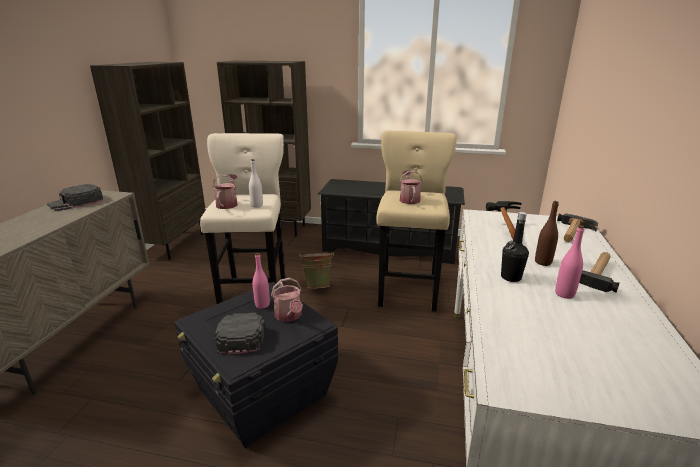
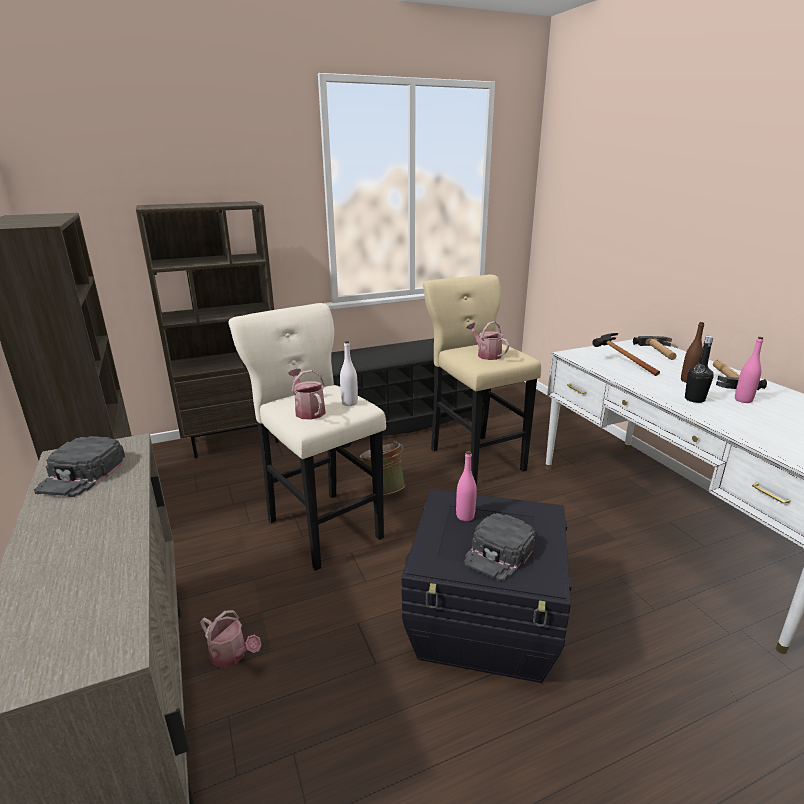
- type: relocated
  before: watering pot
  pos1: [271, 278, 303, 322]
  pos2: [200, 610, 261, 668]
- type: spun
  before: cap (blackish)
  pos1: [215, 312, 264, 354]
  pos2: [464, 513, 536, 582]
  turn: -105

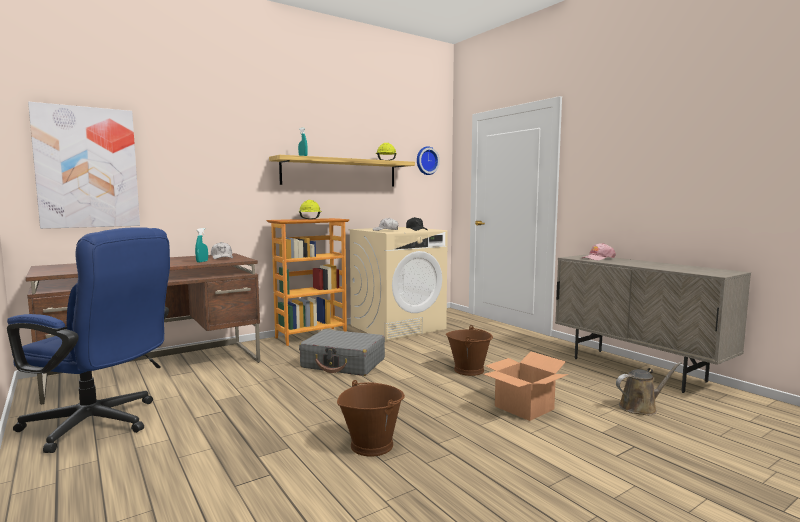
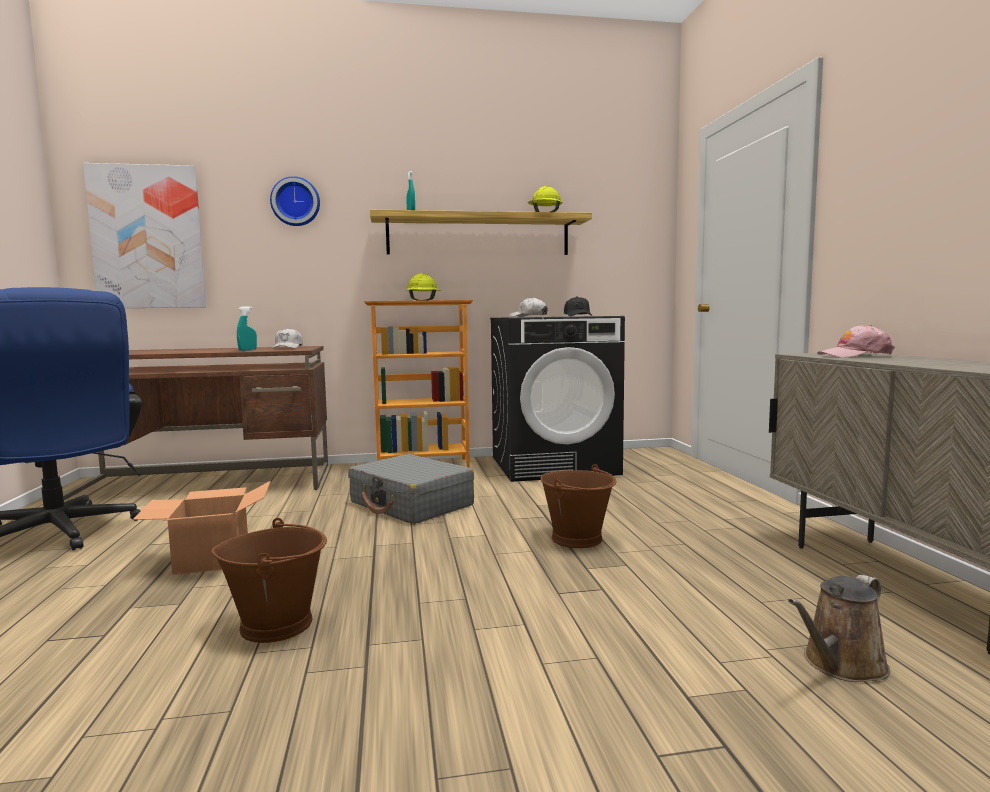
- type: relocated
  before: carton
  pos1: [483, 351, 568, 421]
  pos2: [133, 481, 271, 575]
- type: relocated
  before: hanging clock
  pos1: [417, 146, 440, 175]
  pos2: [270, 176, 320, 226]
- type: colour
  before: washing machine (sand-coloured)
  after: washing machine (blackish)
  pos1: [348, 227, 448, 341]
  pos2: [490, 316, 625, 482]
- type: spun
  before: watering pot (brownish)
  pos1: [616, 362, 682, 415]
  pos2: [788, 575, 890, 682]
  turn: 135

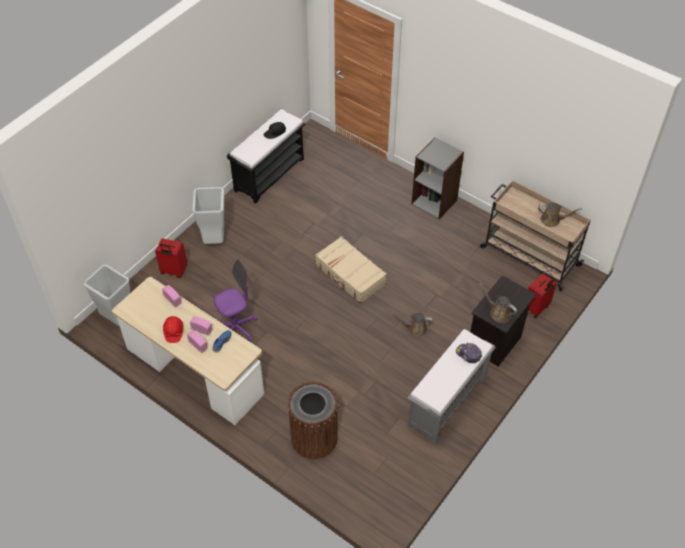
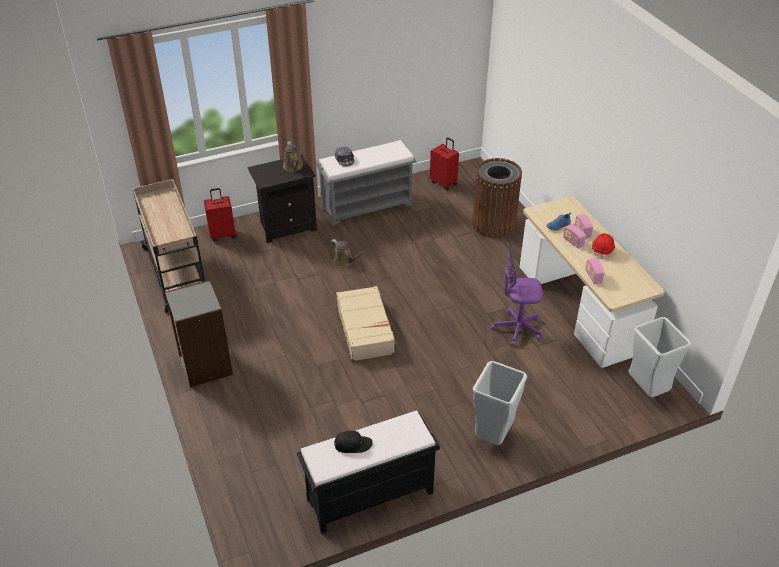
- type: relocated
  before: suitcase (red-coloured)
  pos1: [155, 238, 187, 278]
  pos2: [430, 137, 459, 190]
- type: missing
  before: watering pot (brownish)
  pos1: [538, 203, 583, 227]

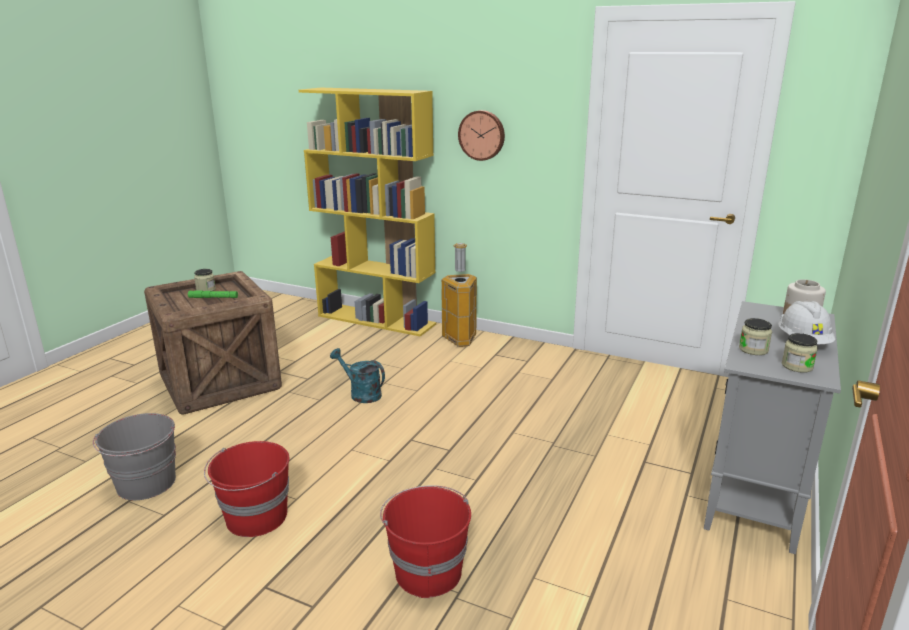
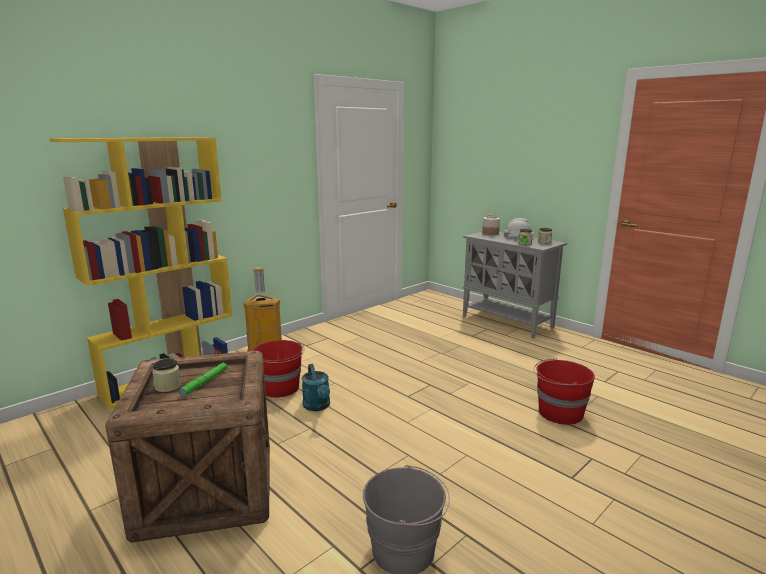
- type: relocated
  before: water bucket (red-coloured)
  pos1: [204, 441, 290, 537]
  pos2: [252, 340, 305, 398]
- type: spun
  before: watering pot (turquoise-coloured)
  pos1: [330, 348, 385, 403]
  pos2: [302, 364, 330, 411]
  turn: -75
- type: missing
  before: hanging clock
  pos1: [458, 110, 505, 161]

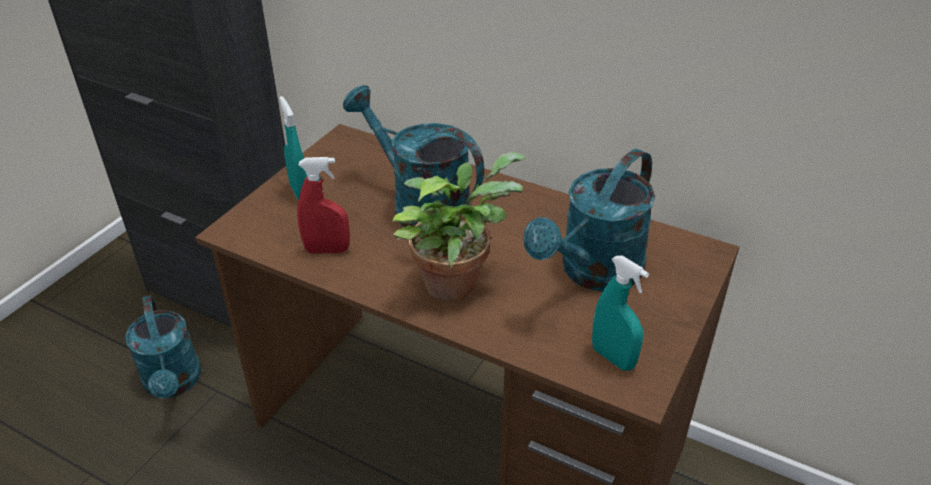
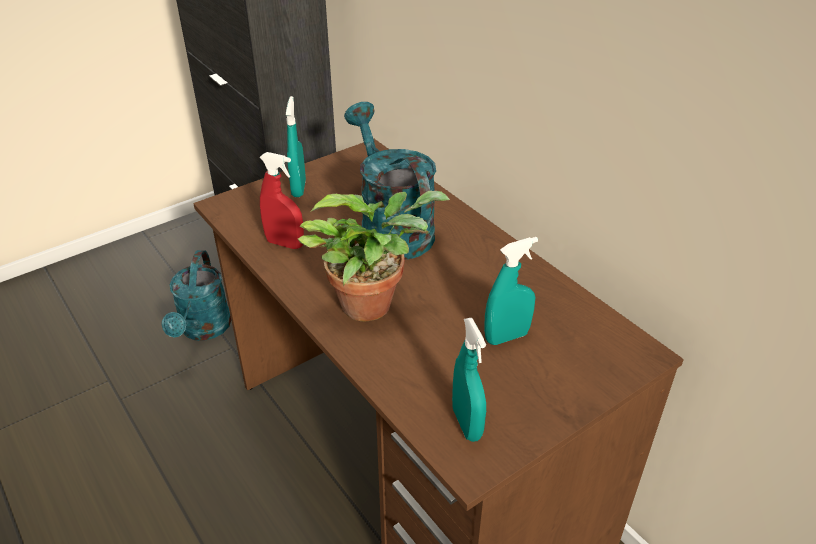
- type: exchanged
  before: watering pot (turquoise-coloured)
  after: sprayer (turquoise-coloured)
  pos1: [523, 149, 655, 292]
  pos2: [484, 237, 538, 345]

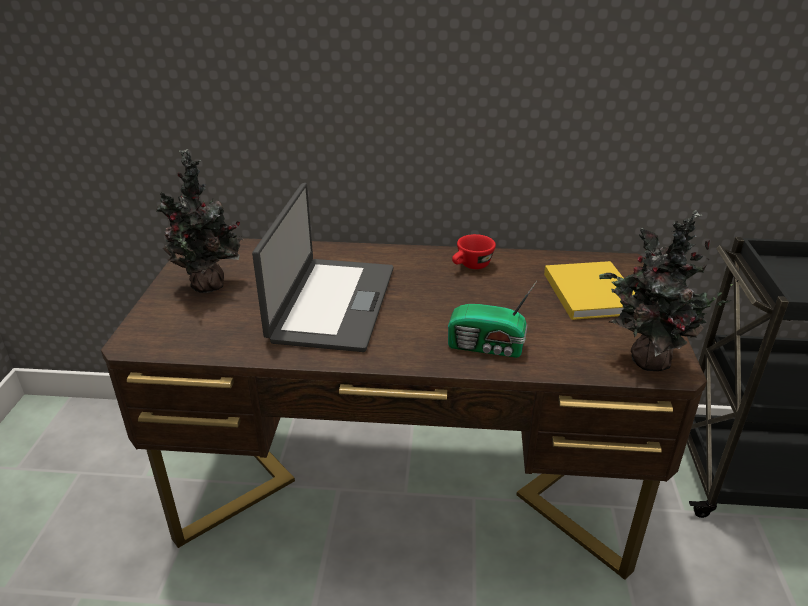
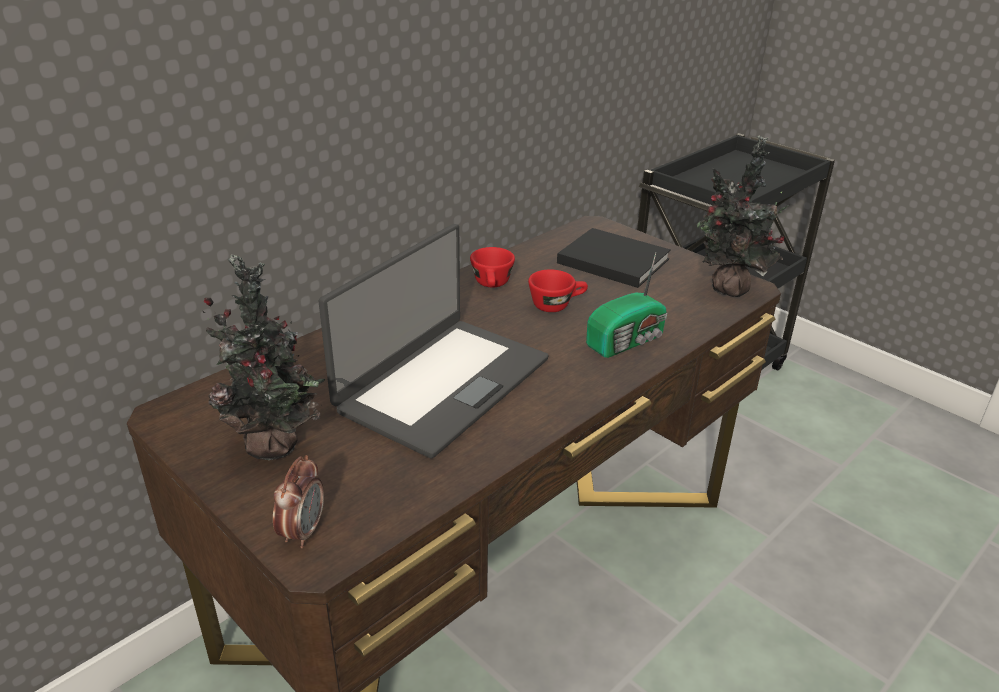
- type: appeared
  after: table clock
  pos2: [273, 455, 324, 548]
- type: spun
  before: portable computer
  pos1: [252, 183, 393, 352]
  pos2: [319, 224, 548, 459]
  turn: 75
- type: appeared
  after: cup (red-coloured)
  pos2: [528, 269, 588, 312]
- type: colour
  before: book (yellow)
  after: book (blackish)
  pos1: [544, 261, 635, 320]
  pos2: [557, 228, 671, 288]

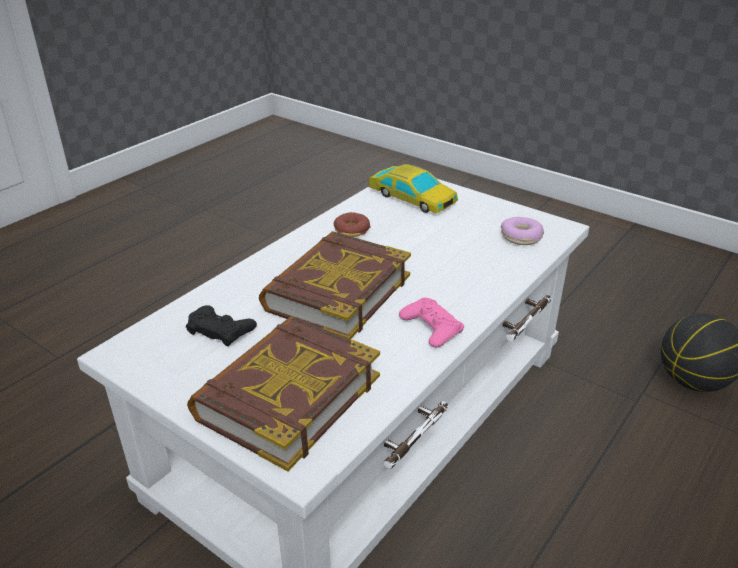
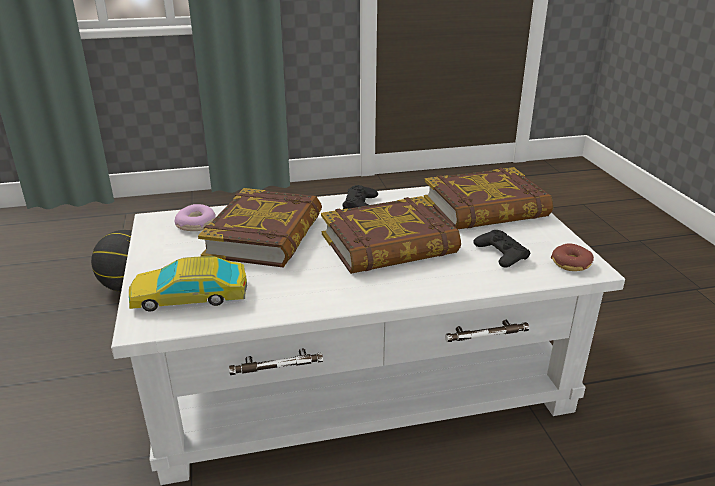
- type: spun
  before: model car
  pos1: [368, 164, 458, 213]
  pos2: [129, 256, 247, 312]
  turn: -90
- type: appeared
  after: book
  pos2: [198, 188, 322, 268]
- type: colour
  before: gamepad (pink-coloured)
  after: gamepad (blackish)
  pos1: [399, 298, 464, 348]
  pos2: [343, 185, 378, 209]
- type: relocated
  before: donut
  pos1: [334, 212, 370, 237]
  pos2: [551, 243, 594, 271]

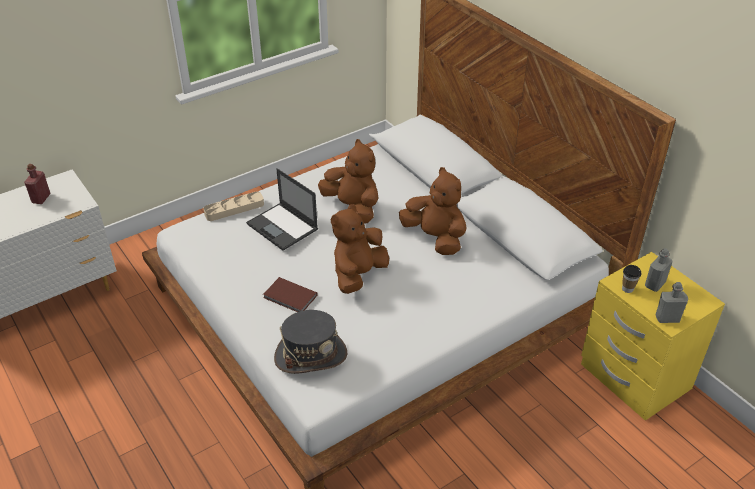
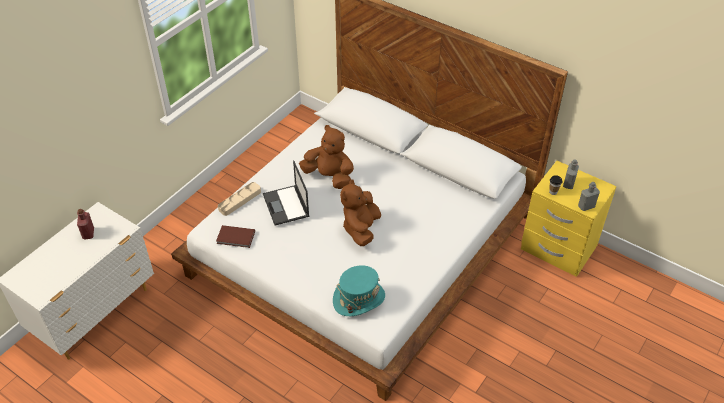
- type: relocated
  before: book (brownish)
  pos1: [263, 277, 317, 312]
  pos2: [216, 225, 255, 248]
- type: spun
  before: portable computer
  pos1: [246, 168, 318, 251]
  pos2: [263, 160, 310, 225]
  turn: 45
- type: colour
  before: hat (gray)
  after: hat (turquoise-coloured)
  pos1: [274, 310, 347, 374]
  pos2: [333, 265, 385, 316]
- type: missing
  before: soft toy (brownish)
  pos1: [399, 167, 466, 255]

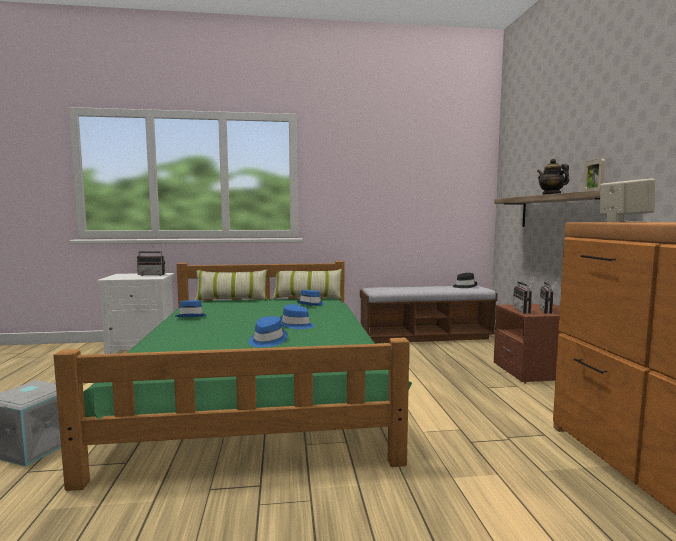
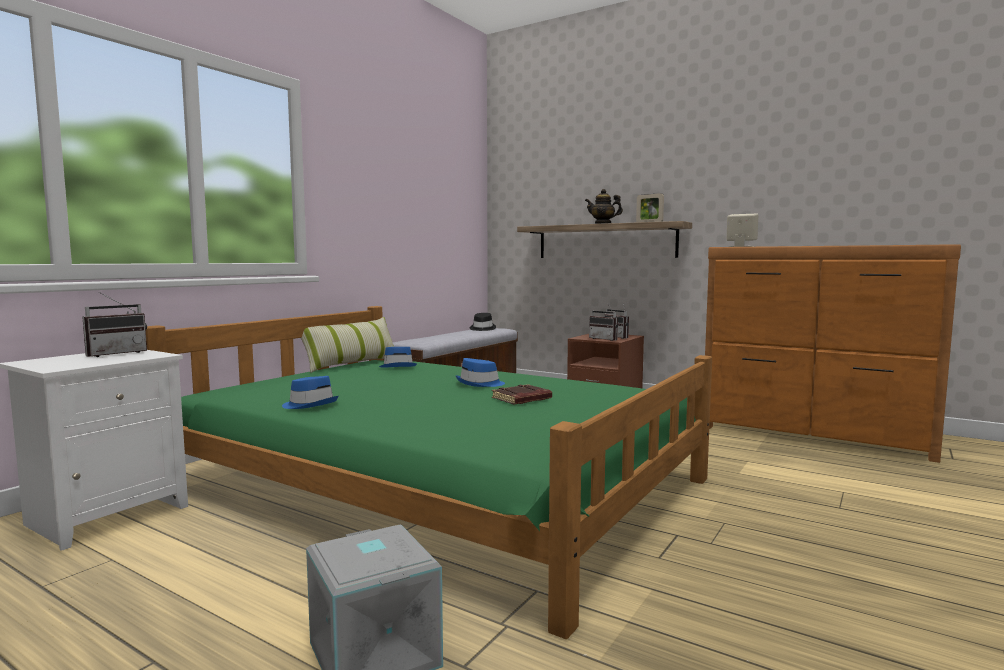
- type: exchanged
  before: hat (blue-coloured)
  after: book (brownish)
  pos1: [249, 316, 288, 347]
  pos2: [492, 384, 552, 405]
- type: missing
  before: cushion
  pos1: [195, 269, 267, 301]

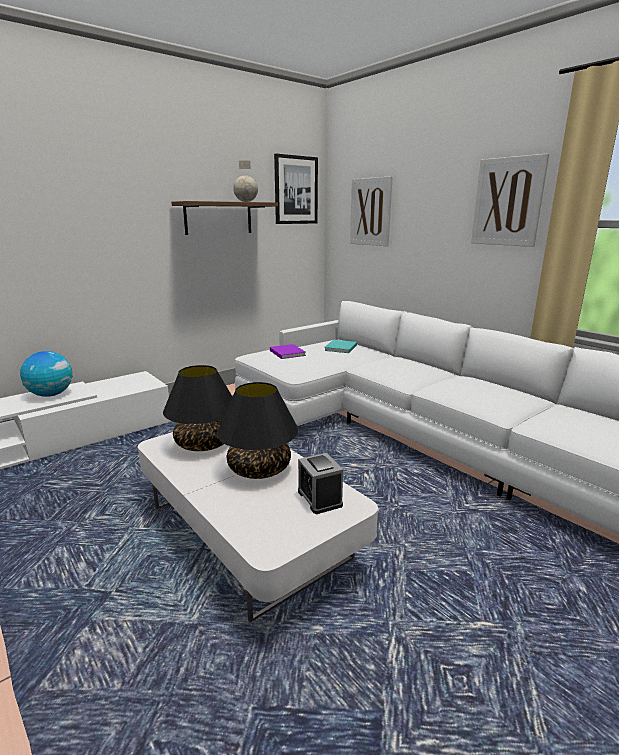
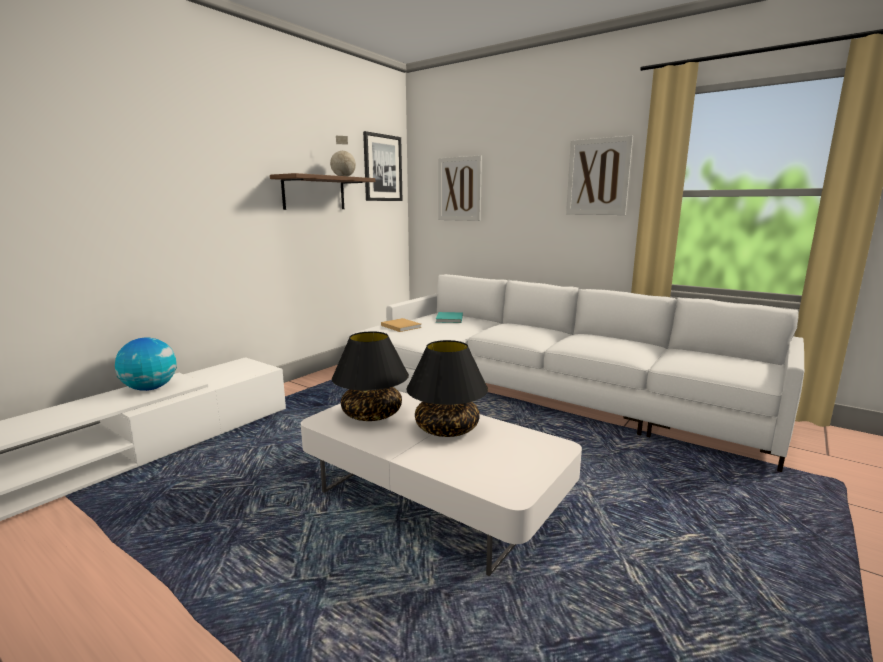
- type: colour
  before: book (purple-coloured)
  after: book (sand-coloured)
  pos1: [270, 344, 306, 359]
  pos2: [381, 318, 422, 332]
- type: missing
  before: table clock
  pos1: [298, 453, 343, 514]

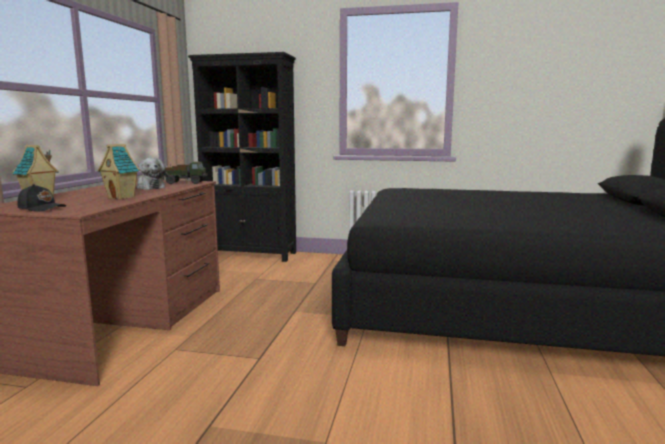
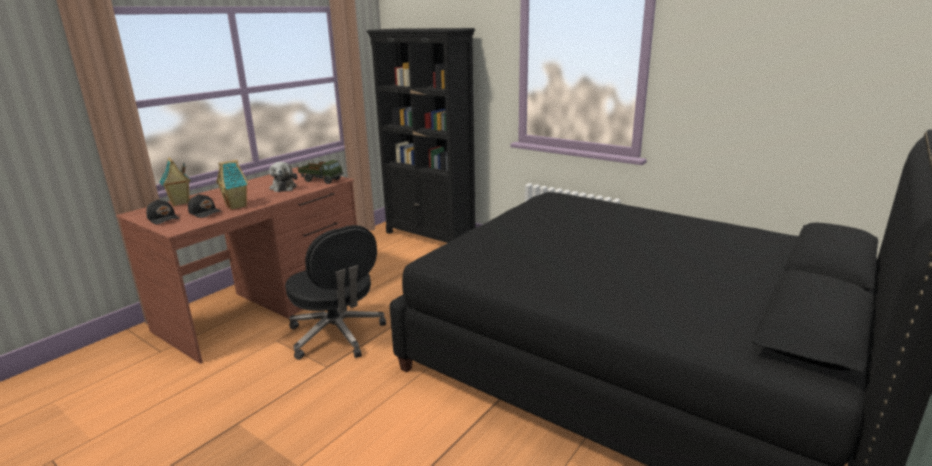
- type: appeared
  after: cap (blackish)
  pos2: [188, 194, 222, 218]
- type: appeared
  after: desk chair (blackish)
  pos2: [285, 225, 386, 360]

